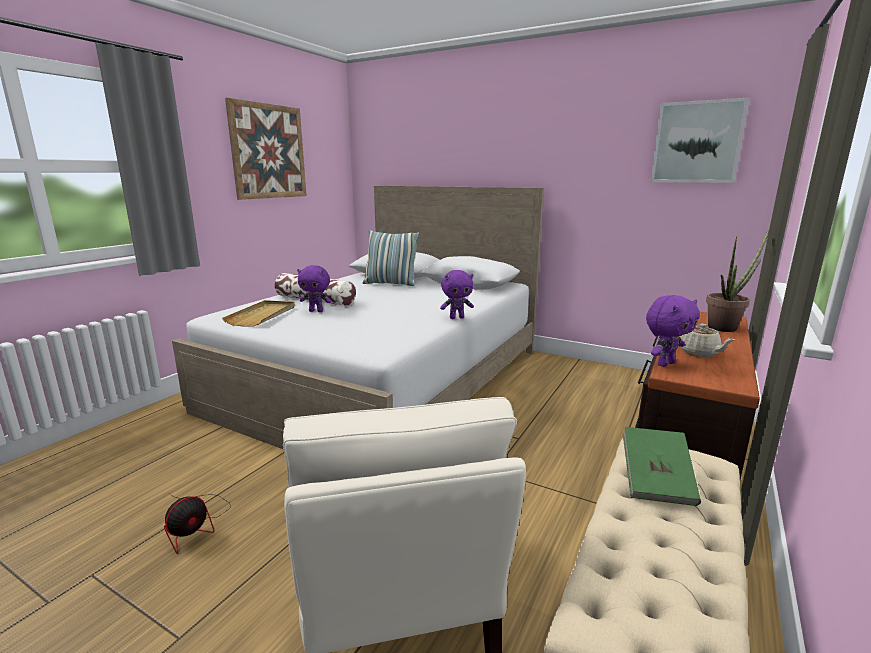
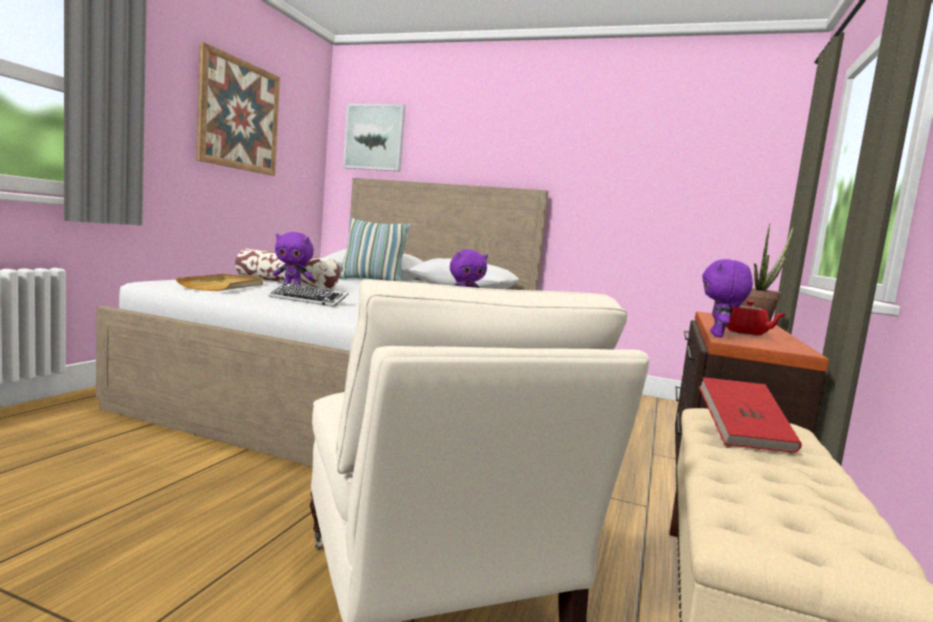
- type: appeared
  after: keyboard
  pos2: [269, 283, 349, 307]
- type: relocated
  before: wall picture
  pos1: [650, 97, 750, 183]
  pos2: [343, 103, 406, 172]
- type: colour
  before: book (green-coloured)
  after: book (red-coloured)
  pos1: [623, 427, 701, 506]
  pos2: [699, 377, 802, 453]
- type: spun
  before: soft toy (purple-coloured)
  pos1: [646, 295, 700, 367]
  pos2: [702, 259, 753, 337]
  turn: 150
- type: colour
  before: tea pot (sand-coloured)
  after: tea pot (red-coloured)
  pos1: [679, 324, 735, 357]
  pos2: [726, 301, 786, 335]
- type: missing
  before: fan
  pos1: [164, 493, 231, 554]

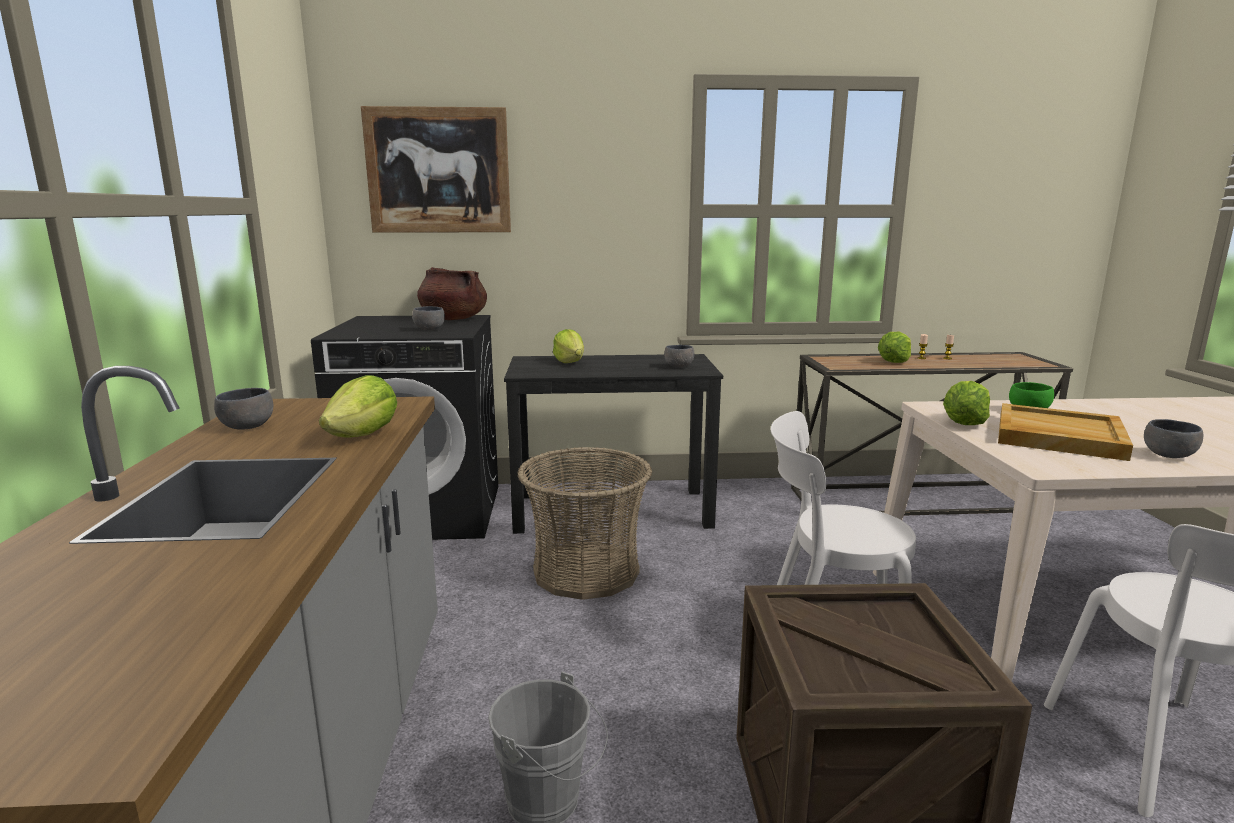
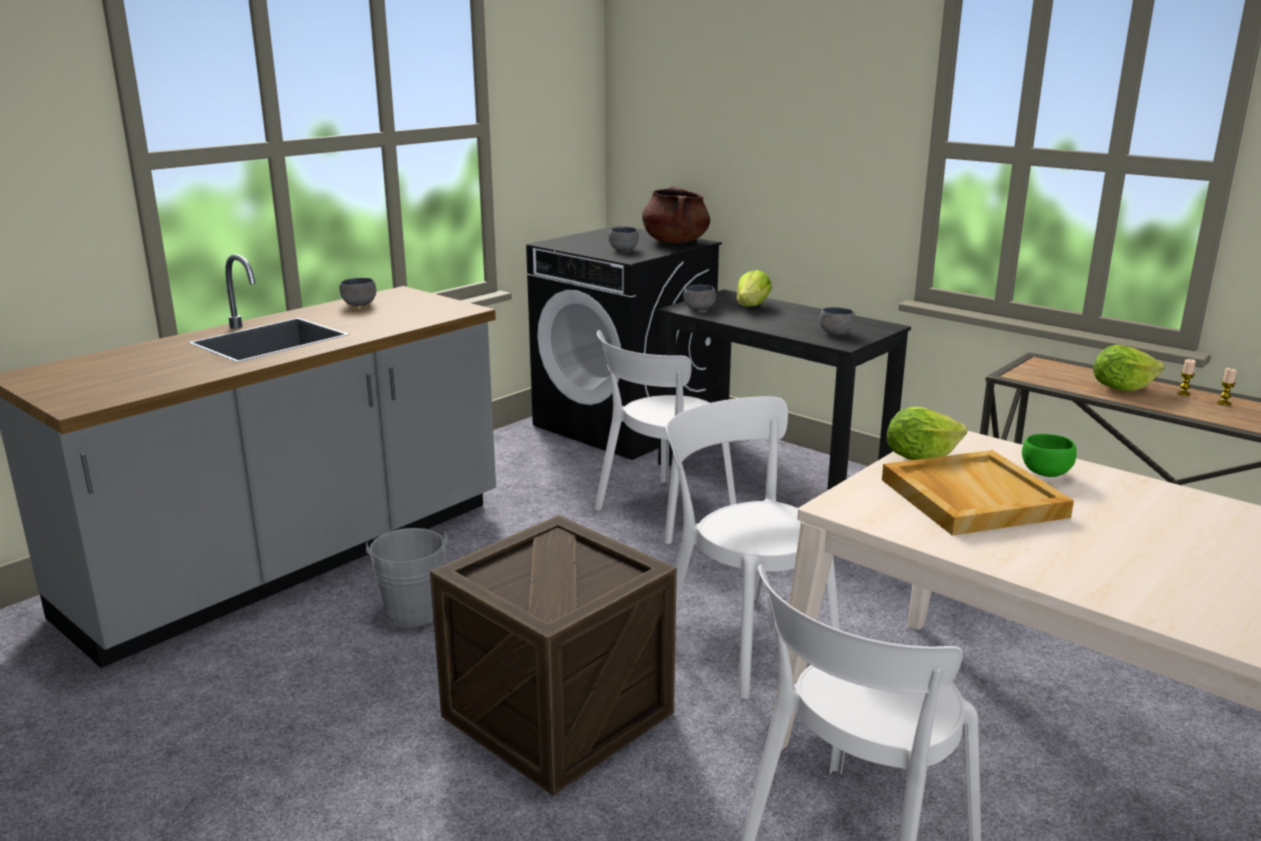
- type: exchanged
  before: household basket
  after: chair (white-coloured)
  pos1: [517, 447, 652, 600]
  pos2: [594, 330, 736, 544]
- type: relocated
  before: bowl (gray)
  pos1: [1144, 419, 1203, 458]
  pos2: [683, 285, 716, 310]
- type: missing
  before: head of lettuce
  pos1: [319, 375, 397, 437]
- type: missing
  before: wall picture
  pos1: [361, 106, 511, 233]

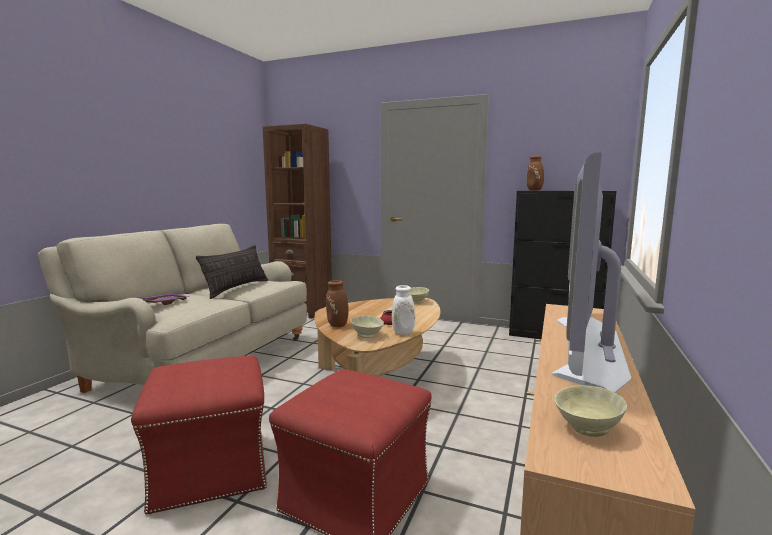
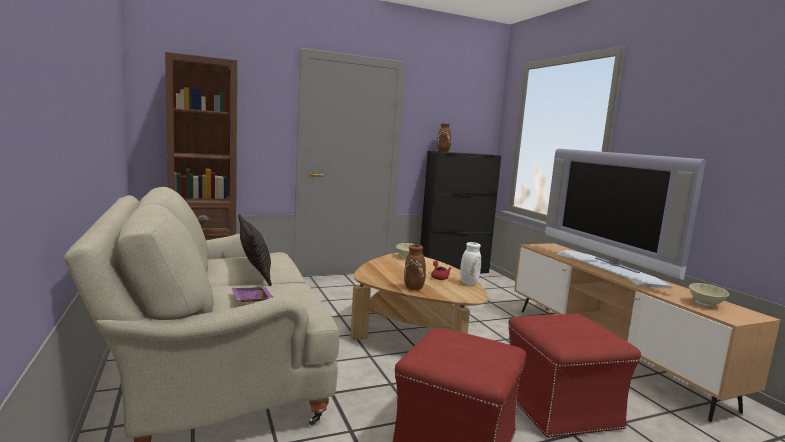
- type: missing
  before: bowl (sand-coloured)
  pos1: [350, 315, 384, 338]

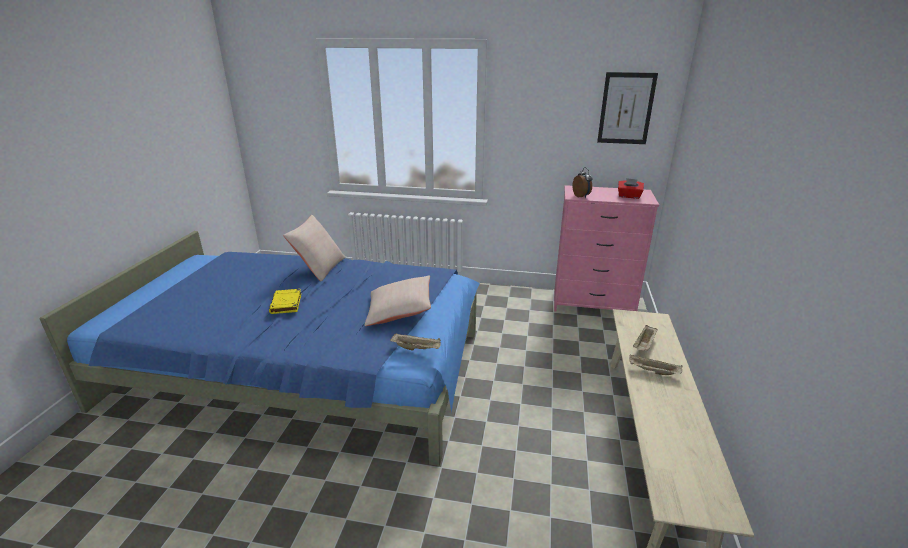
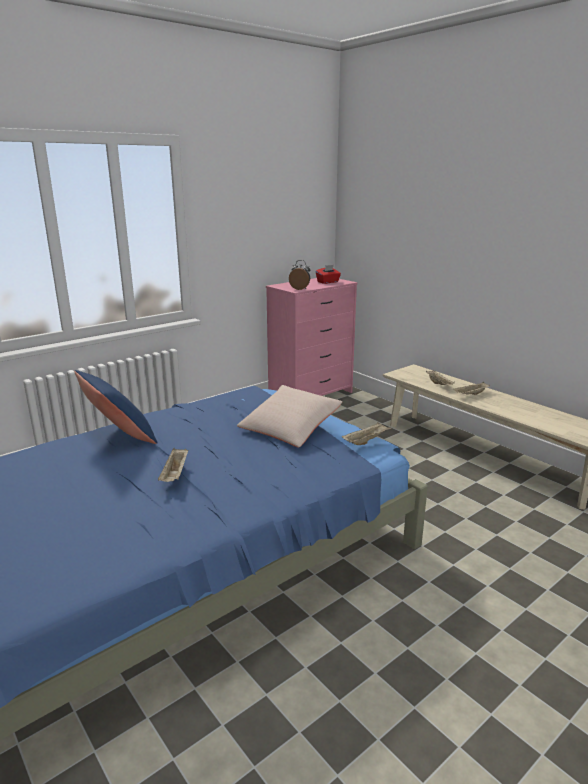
- type: colour
  before: cushion (sand-coloured)
  after: cushion (blue-coloured)
  pos1: [283, 215, 346, 281]
  pos2: [74, 370, 158, 444]
- type: exchanged
  before: book (yellow)
  after: tray (sand-coloured)
  pos1: [269, 289, 301, 314]
  pos2: [158, 448, 188, 482]
- type: missing
  before: wall picture
  pos1: [597, 72, 658, 144]

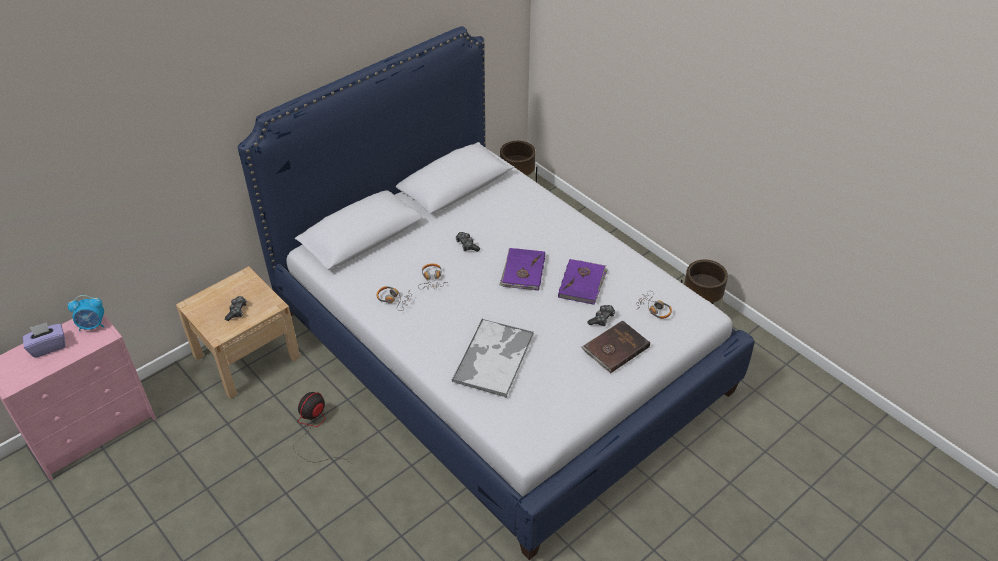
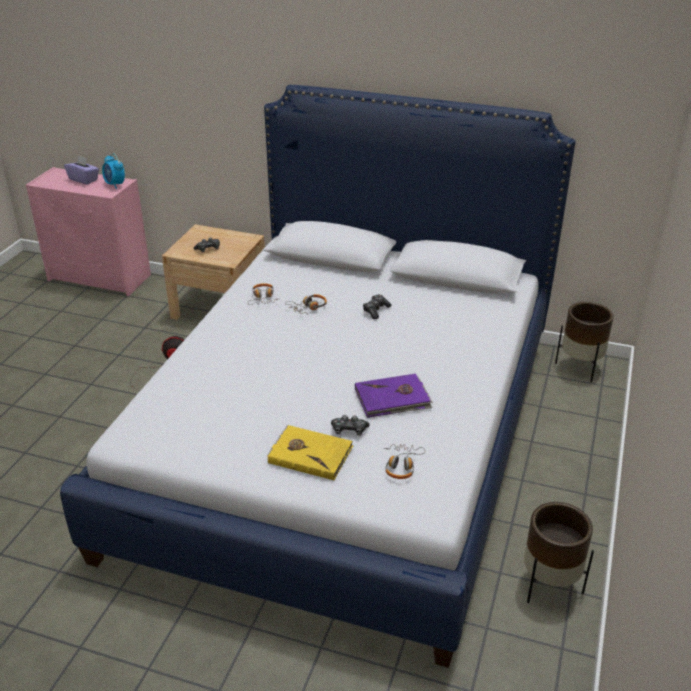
- type: colour
  before: book (brownish)
  after: book (yellow)
  pos1: [581, 320, 650, 373]
  pos2: [268, 425, 353, 480]
- type: missing
  before: tray
  pos1: [451, 318, 534, 398]
- type: missing
  before: book (purple-coloured)
  pos1: [499, 248, 545, 291]

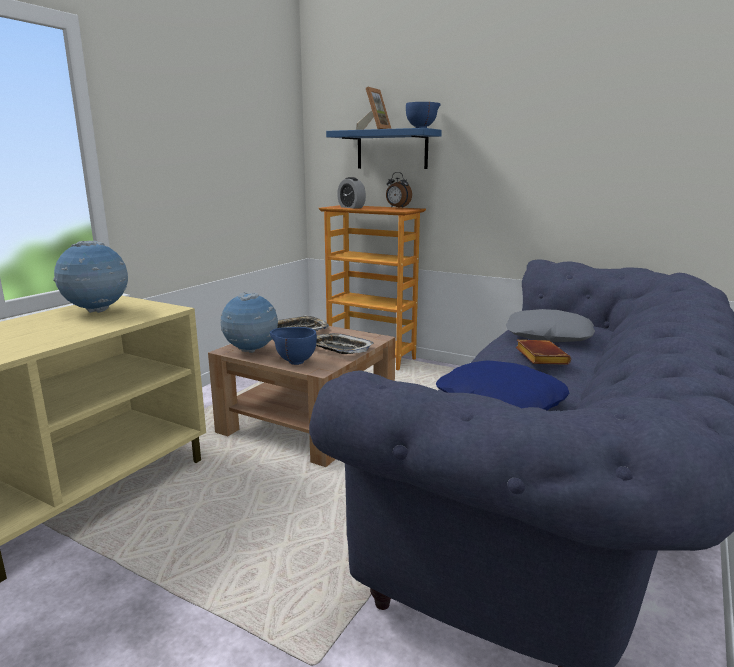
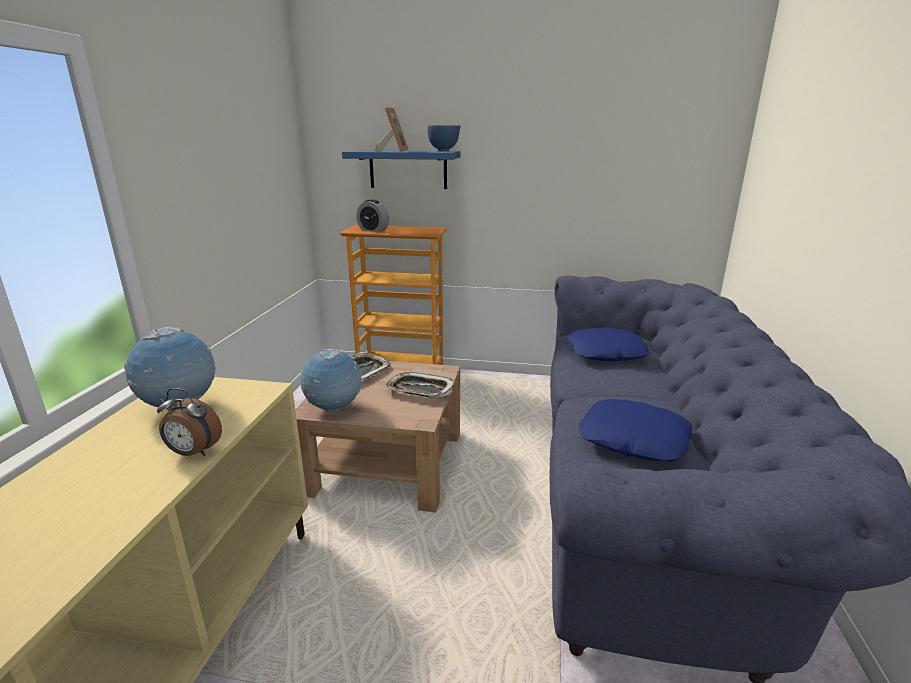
- type: relocated
  before: table clock
  pos1: [386, 172, 412, 208]
  pos2: [157, 388, 222, 456]
- type: colour
  before: cushion (gray)
  after: cushion (blue-coloured)
  pos1: [506, 309, 595, 342]
  pos2: [568, 327, 649, 362]
- type: missing
  before: bowl (blue-coloured)
  pos1: [270, 327, 317, 365]
- type: missing
  before: book (brownish)
  pos1: [516, 340, 571, 365]

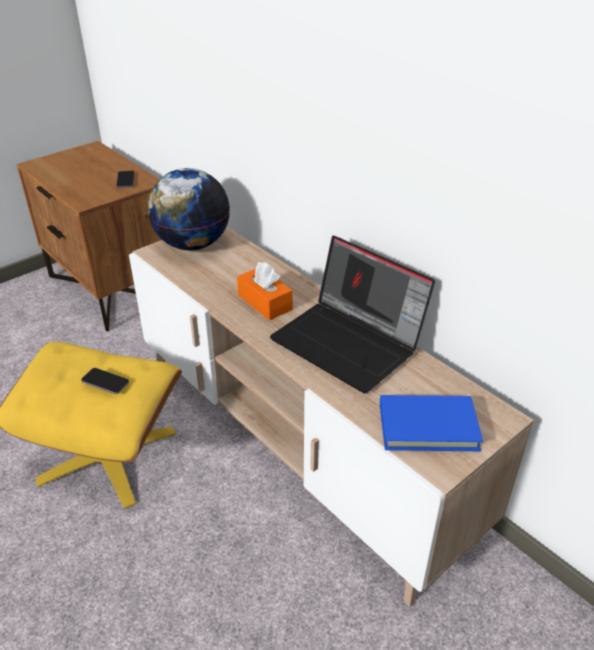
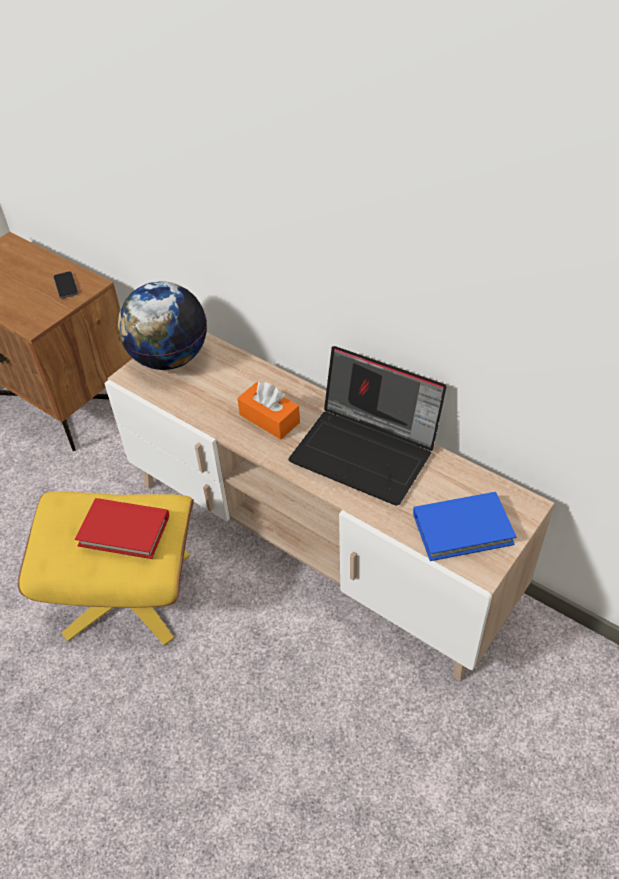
- type: exchanged
  before: telephone
  after: book (red-coloured)
  pos1: [81, 368, 129, 394]
  pos2: [75, 498, 169, 559]

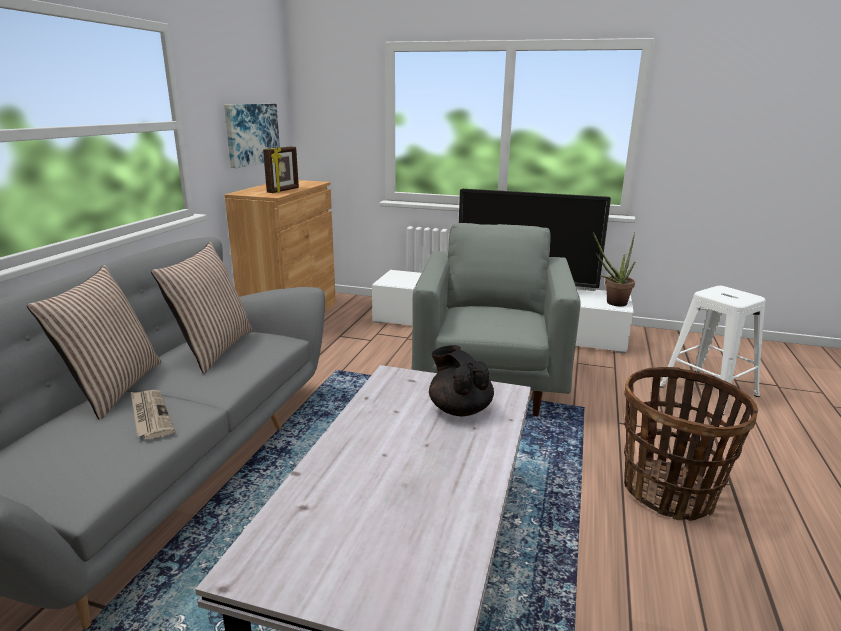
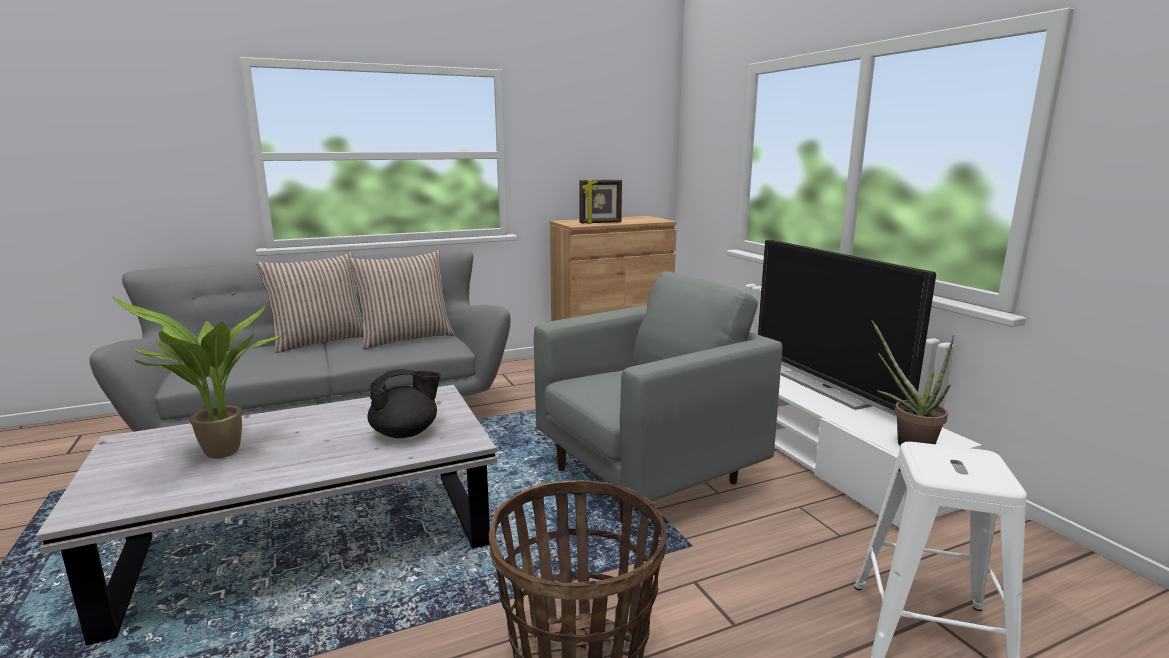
- type: appeared
  after: potted plant
  pos2: [112, 296, 283, 459]
- type: spun
  before: tea pot (blackish)
  pos1: [429, 345, 494, 416]
  pos2: [367, 369, 441, 438]
  turn: 45
- type: missing
  before: printed paper
  pos1: [131, 390, 175, 439]
- type: missing
  before: wall picture
  pos1: [224, 104, 280, 168]

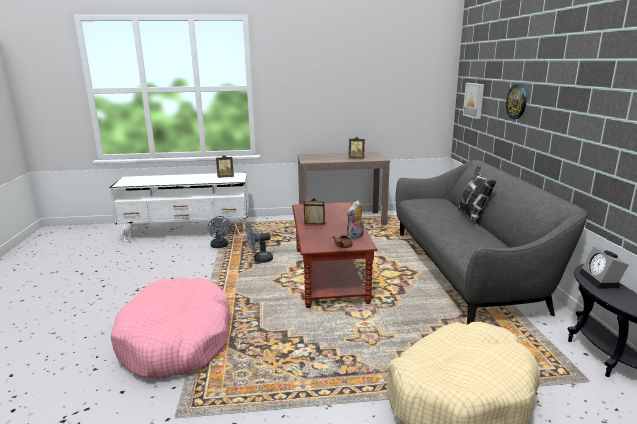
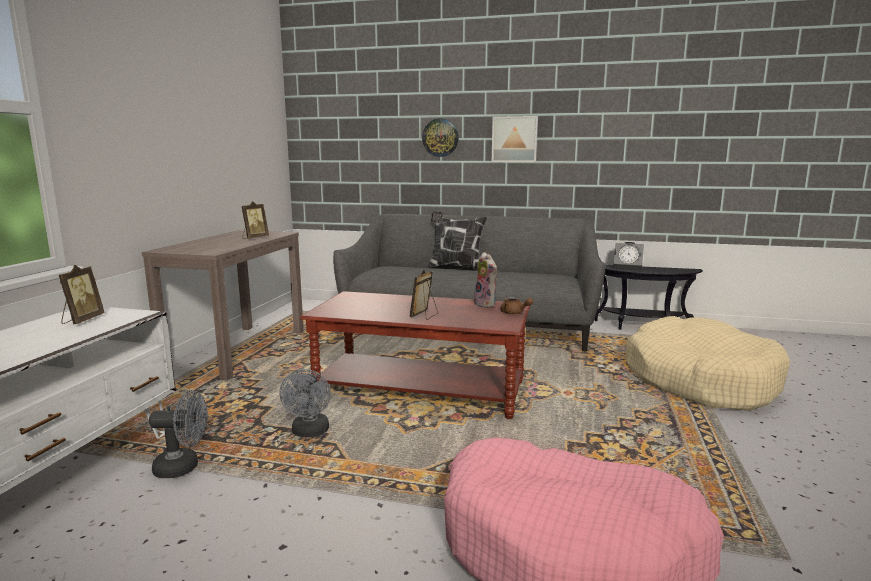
- type: relocated
  before: wall picture
  pos1: [463, 83, 484, 119]
  pos2: [492, 116, 538, 162]

